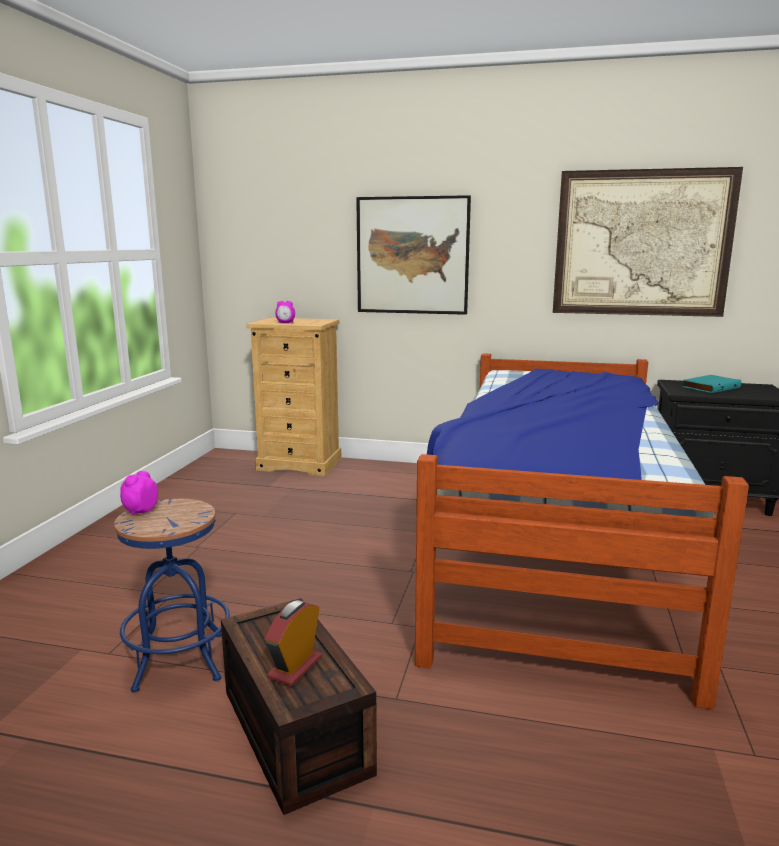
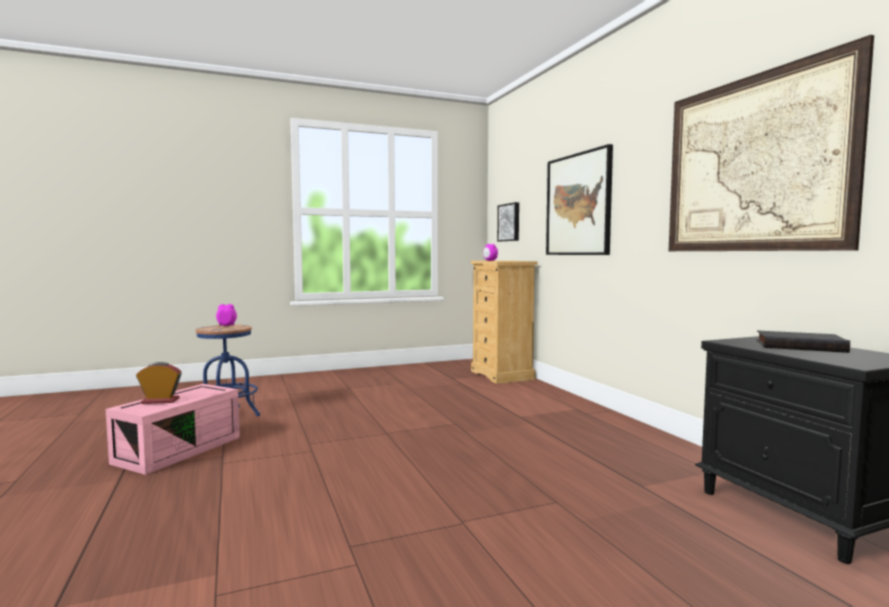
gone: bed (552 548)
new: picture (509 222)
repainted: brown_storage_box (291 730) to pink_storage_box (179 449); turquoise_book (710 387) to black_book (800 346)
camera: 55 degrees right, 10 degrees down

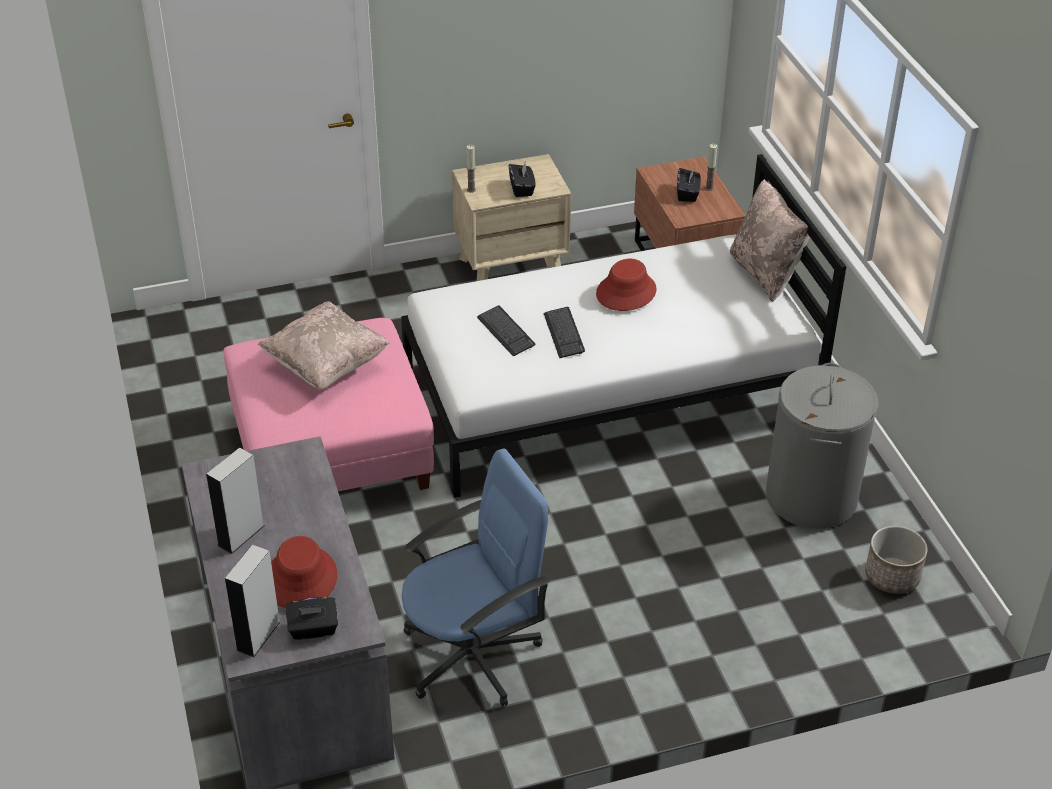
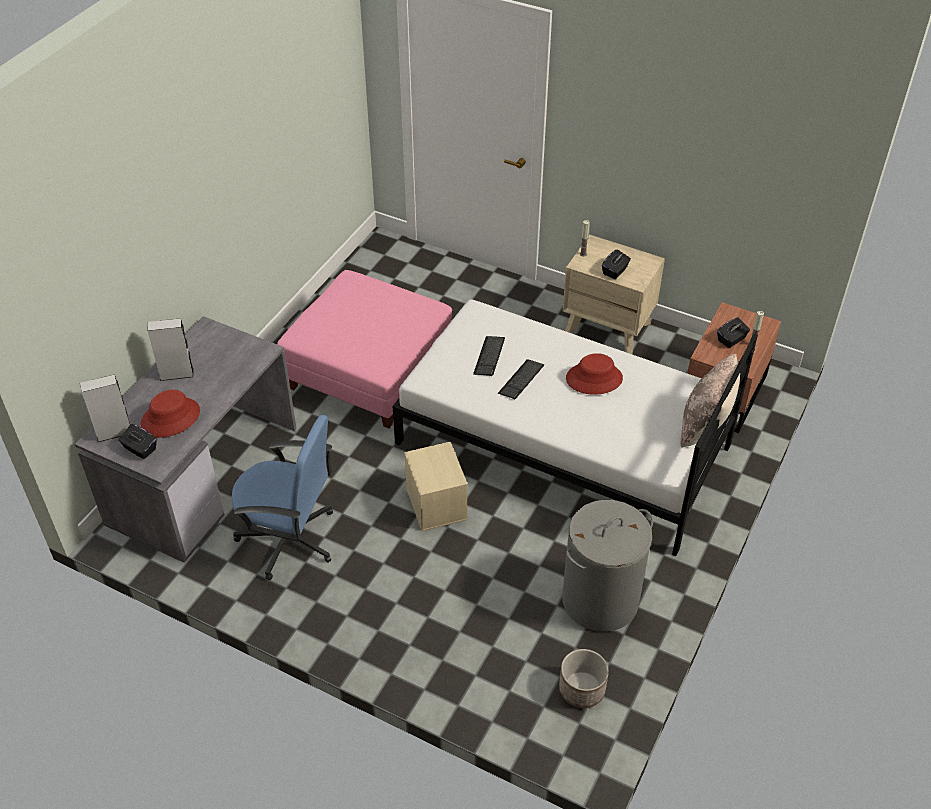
gone: beige_pillow (326 365)
new: beige_storage_box (435 503)
camera: 45 degrees right, 5 degrees up

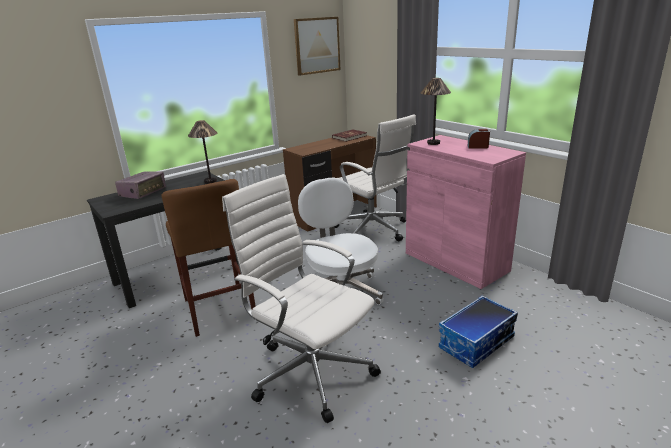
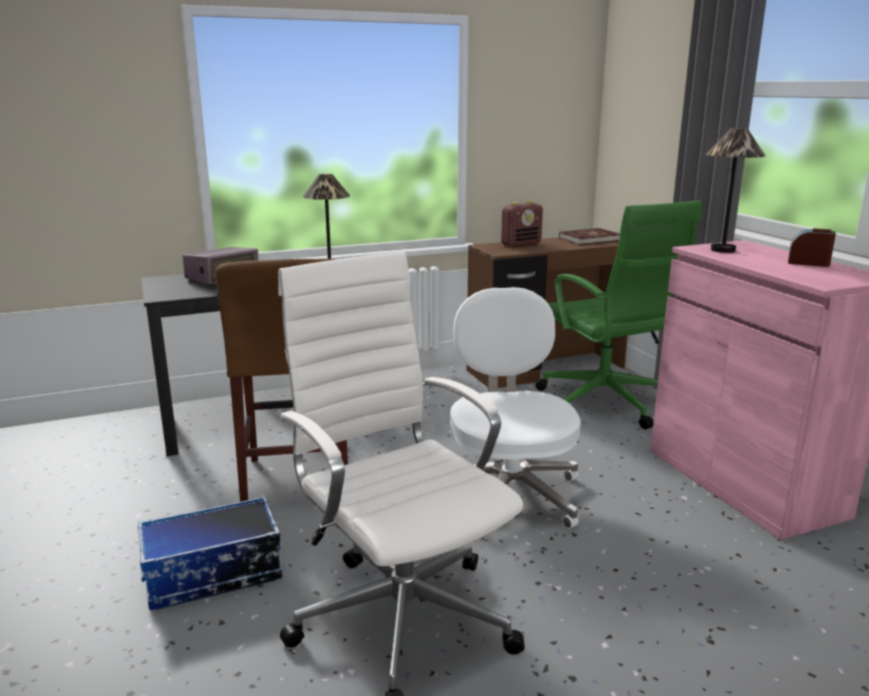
gone: picture (317 45)
new: radio (521 244)
shifted: storage_box (477 343) to (213 575)
repainted: white_office_chair (373 230) to green_office_chair (605 404)
camera: 15 degrees right, 5 degrees down

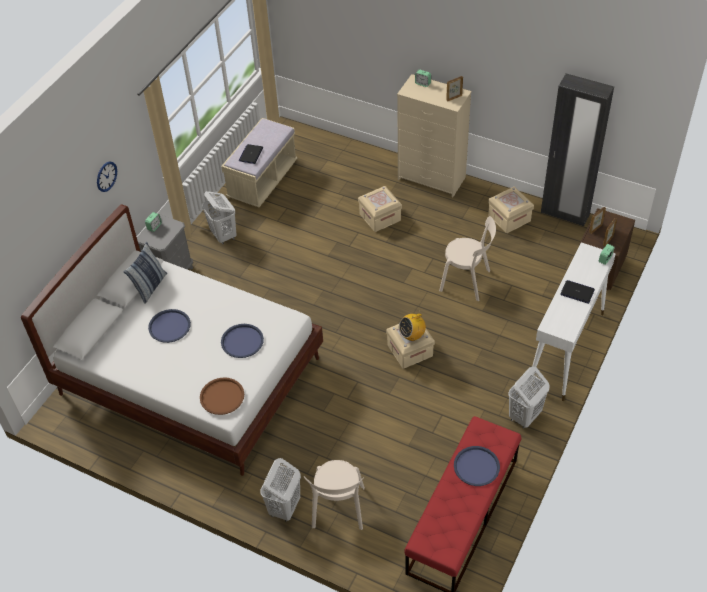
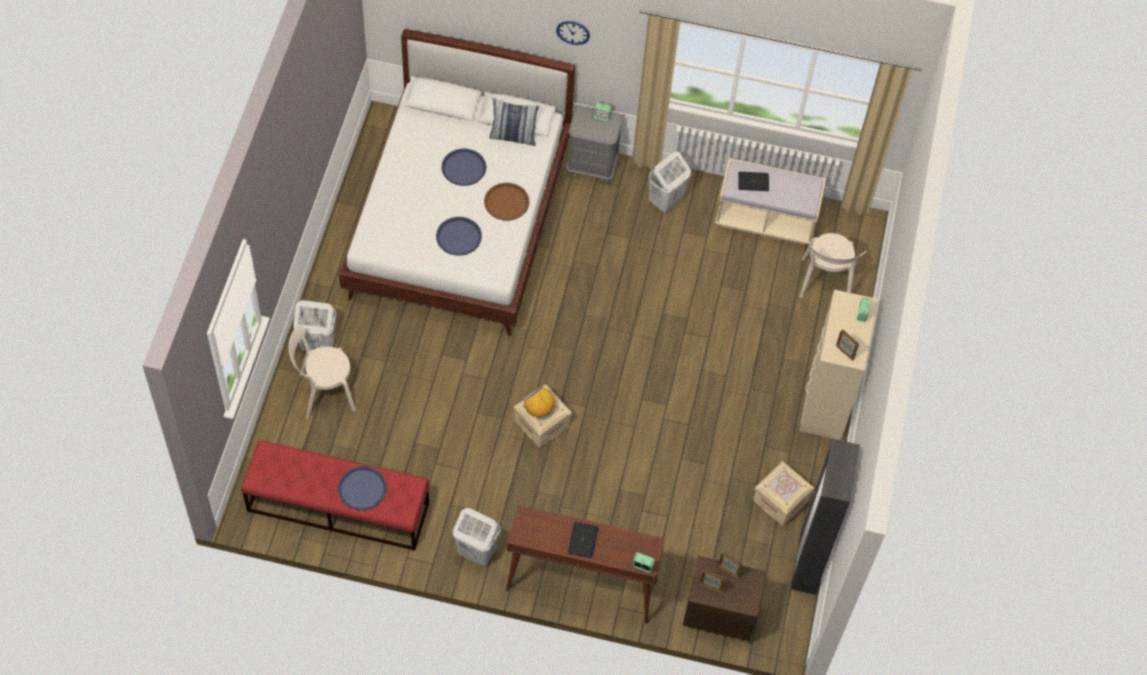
gone: beige_storage_box (380 217)
shifted: brown_tray (222 396) to (506 202); beige_chair (467 281) to (825 283)
repainted: white_console_table (565 350) to brown_console_table (580 586)
camera: 70 degrees right, 10 degrees up

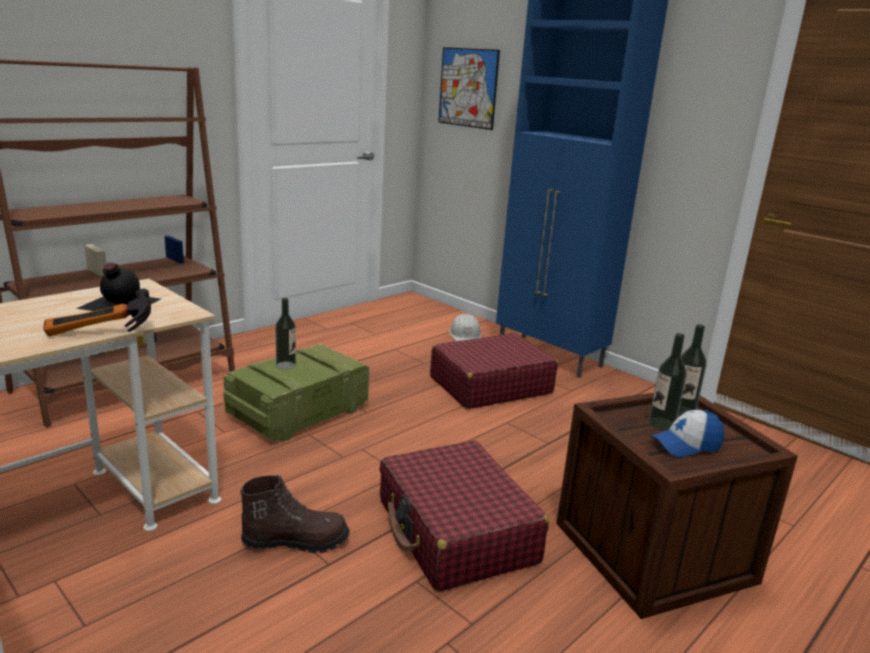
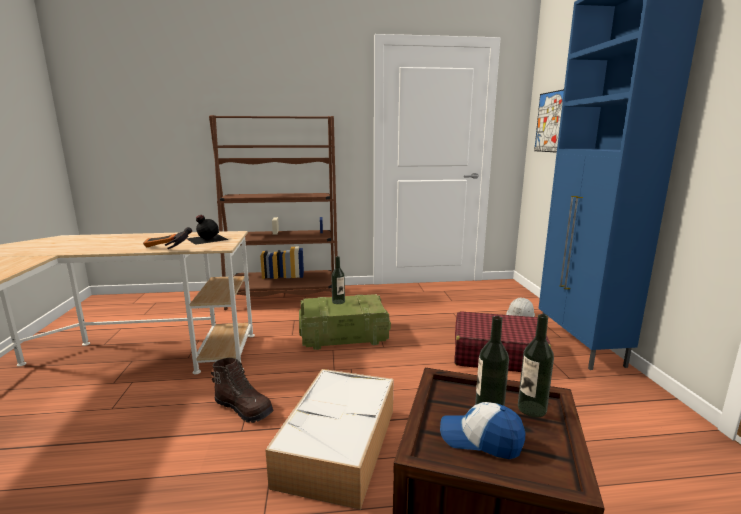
swapped: red_suitcase (456 532) to storage_box (338 447)
camera: 40 degrees right, 5 degrees down

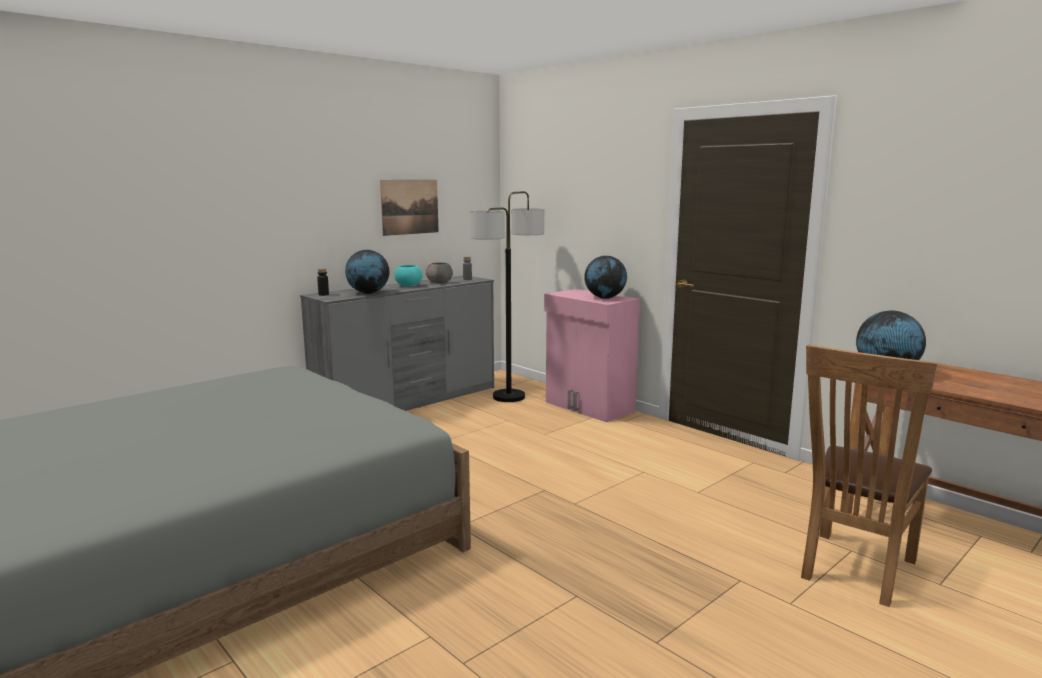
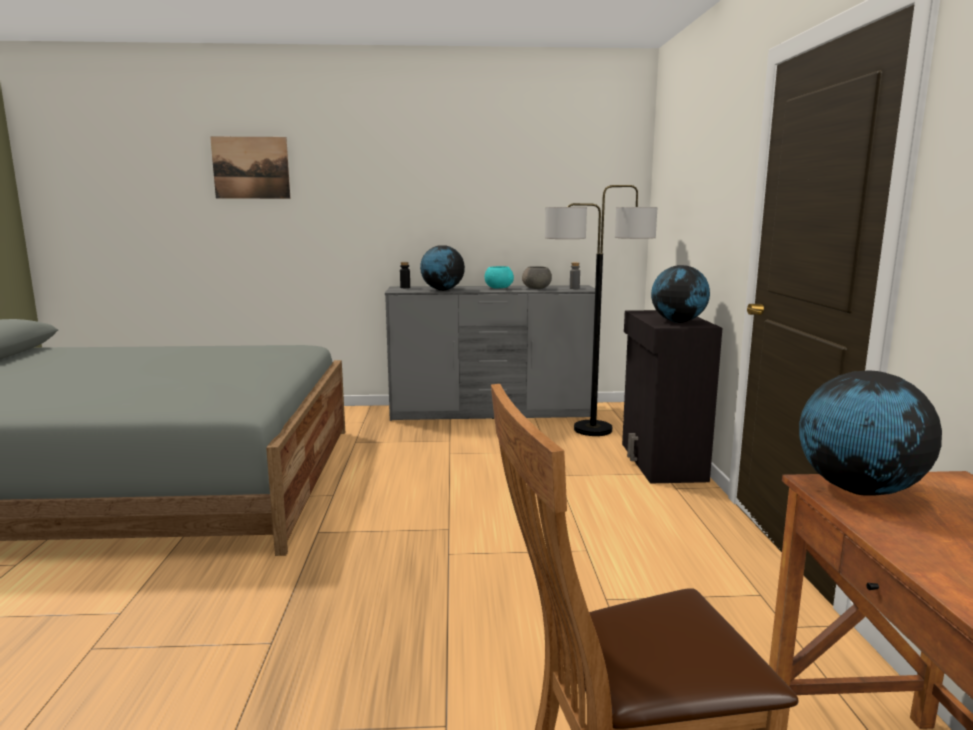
shifted: picture (410 207) to (251 168)
repainted: pink_cabinet (589 407) to black_cabinet (661 462)
camera: 40 degrees right, 0 degrees up

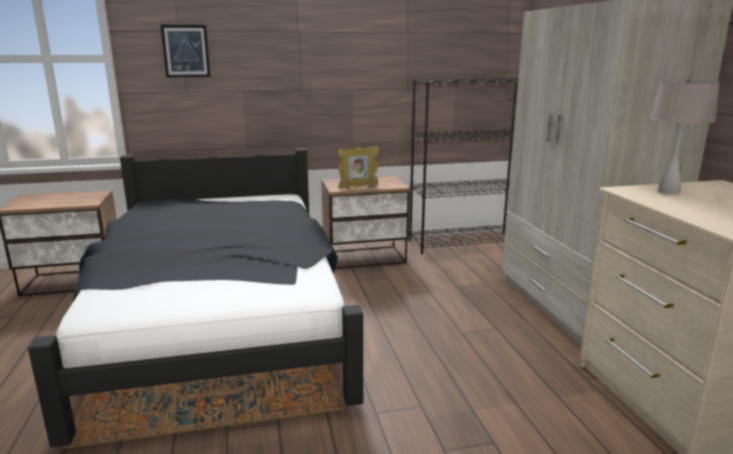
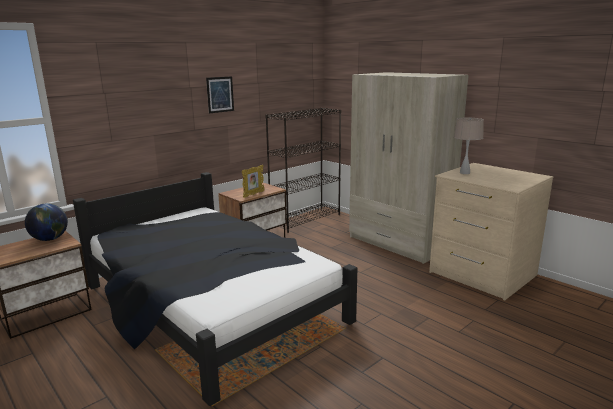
new: globe (50 239)
shifted: picture (186 51) to (220 94)
camera: 30 degrees left, 0 degrees up

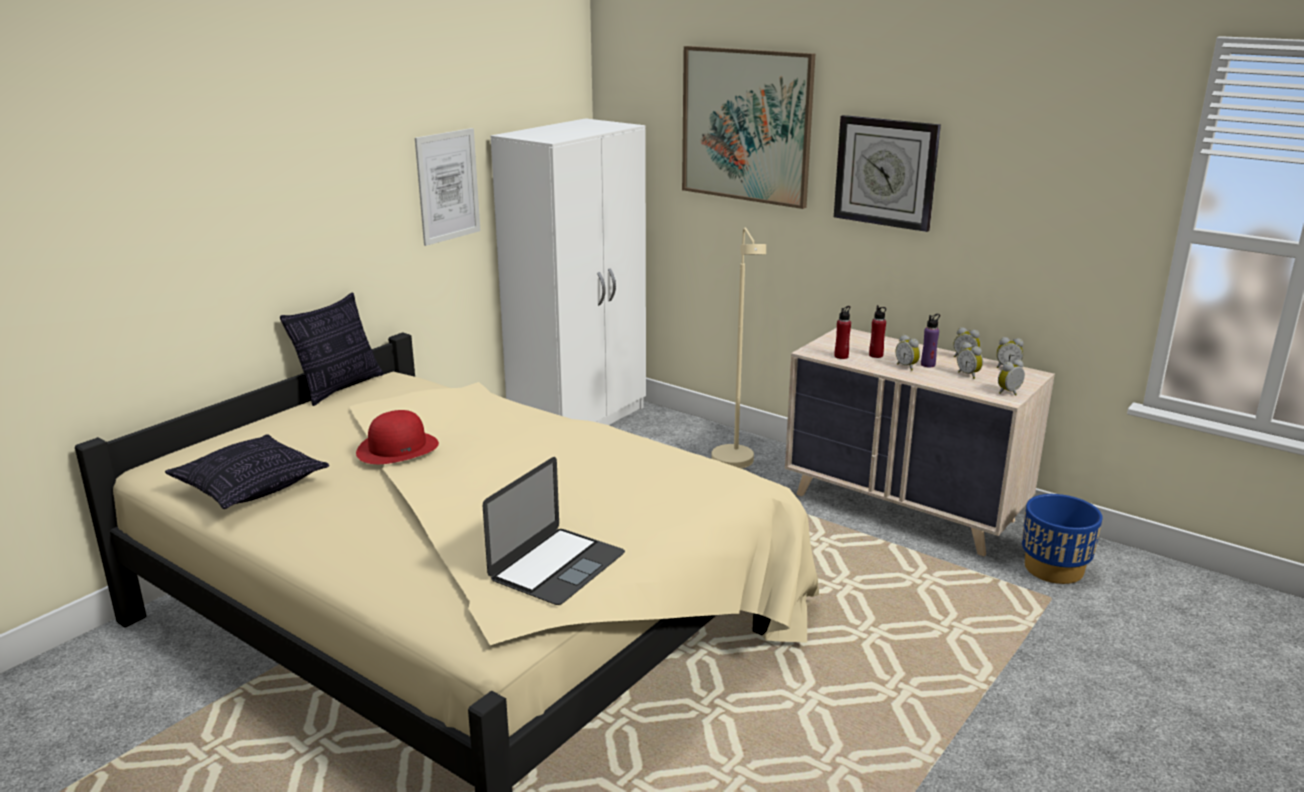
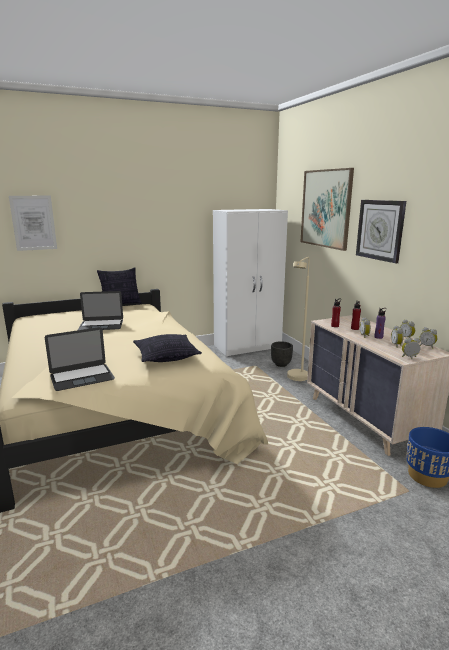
new: black_planter (281 364)
shifted: pillow (251 487) to (166 357); picture (448 186) to (33 223)
swapped: red_hat (398 448) to laptop (101 325)
camera: 30 degrees right, 5 degrees down

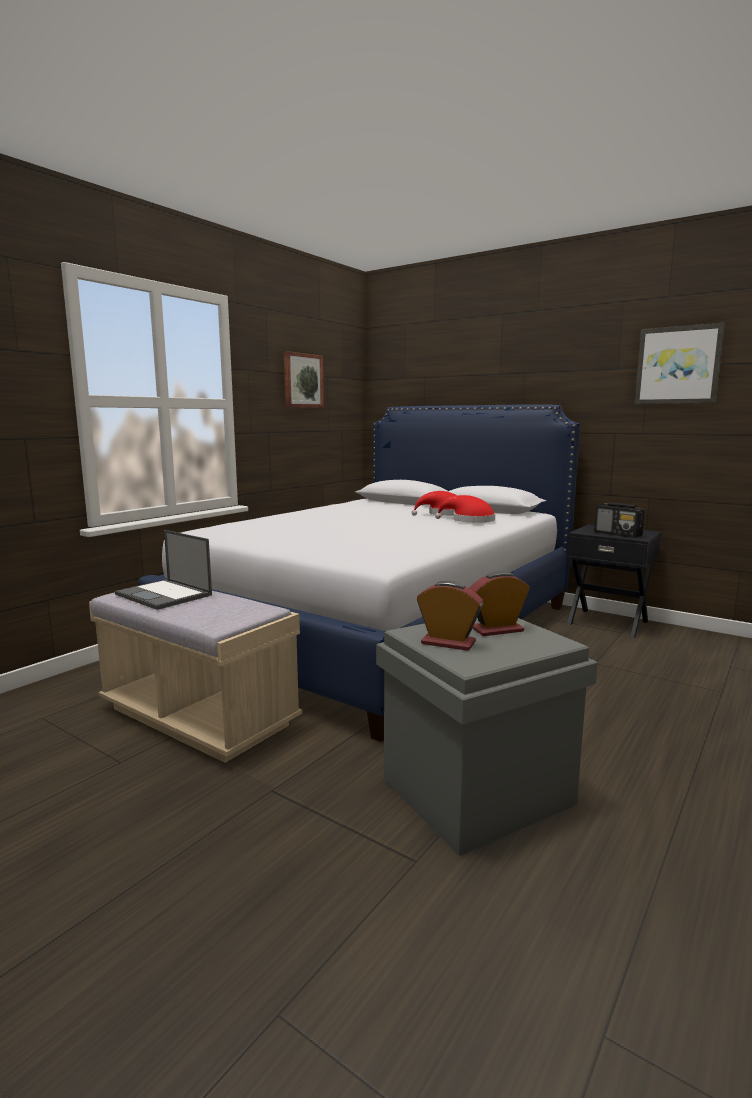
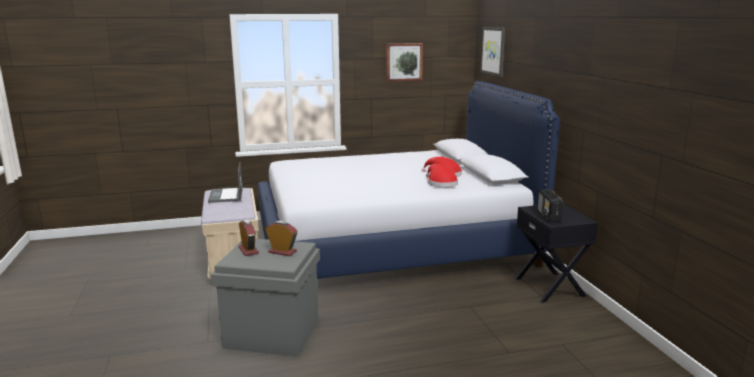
shifted: picture (678 365) to (493 51)
camera: 40 degrees right, 5 degrees up

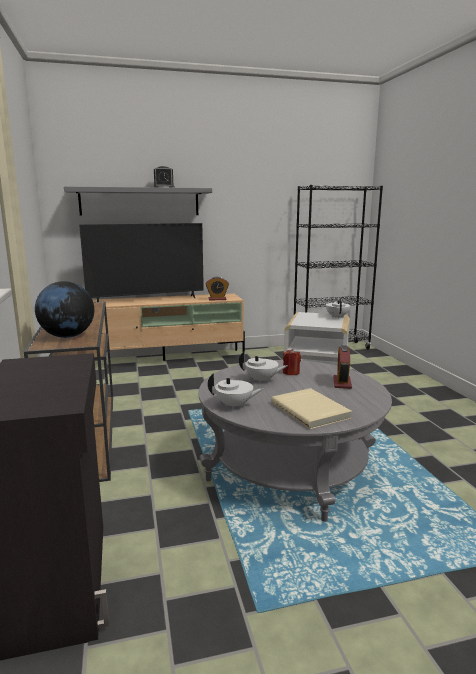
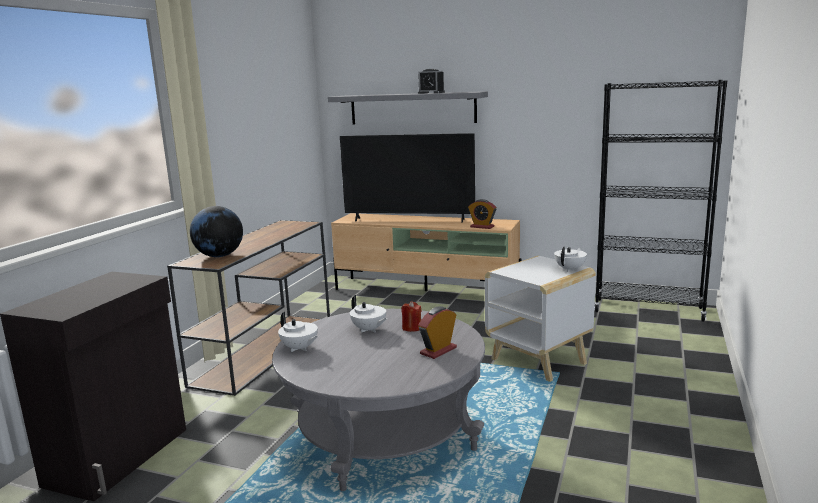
gone: beige_book (311 410)
camera: 35 degrees right, 0 degrees up

